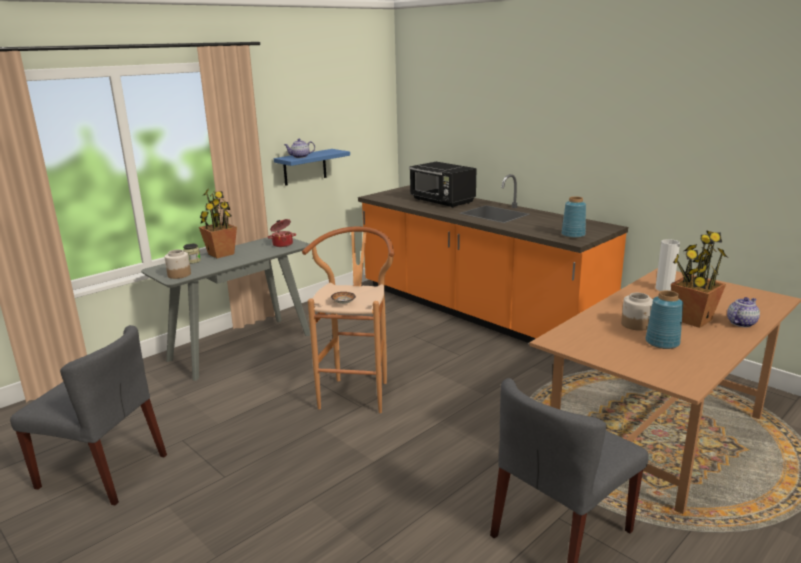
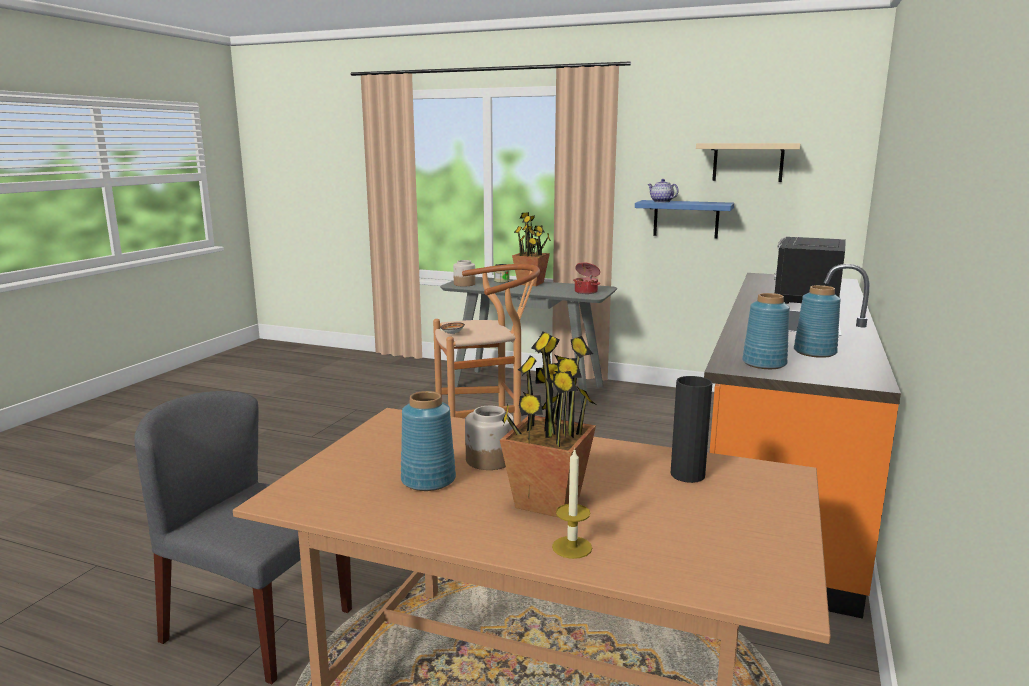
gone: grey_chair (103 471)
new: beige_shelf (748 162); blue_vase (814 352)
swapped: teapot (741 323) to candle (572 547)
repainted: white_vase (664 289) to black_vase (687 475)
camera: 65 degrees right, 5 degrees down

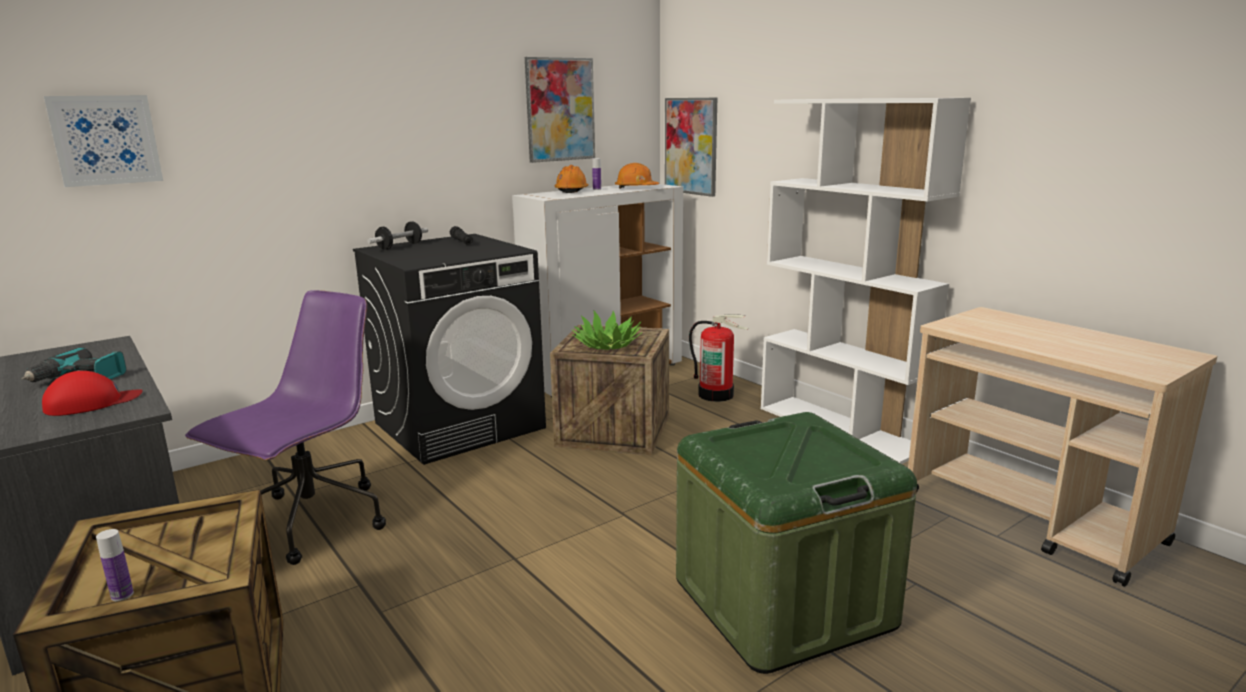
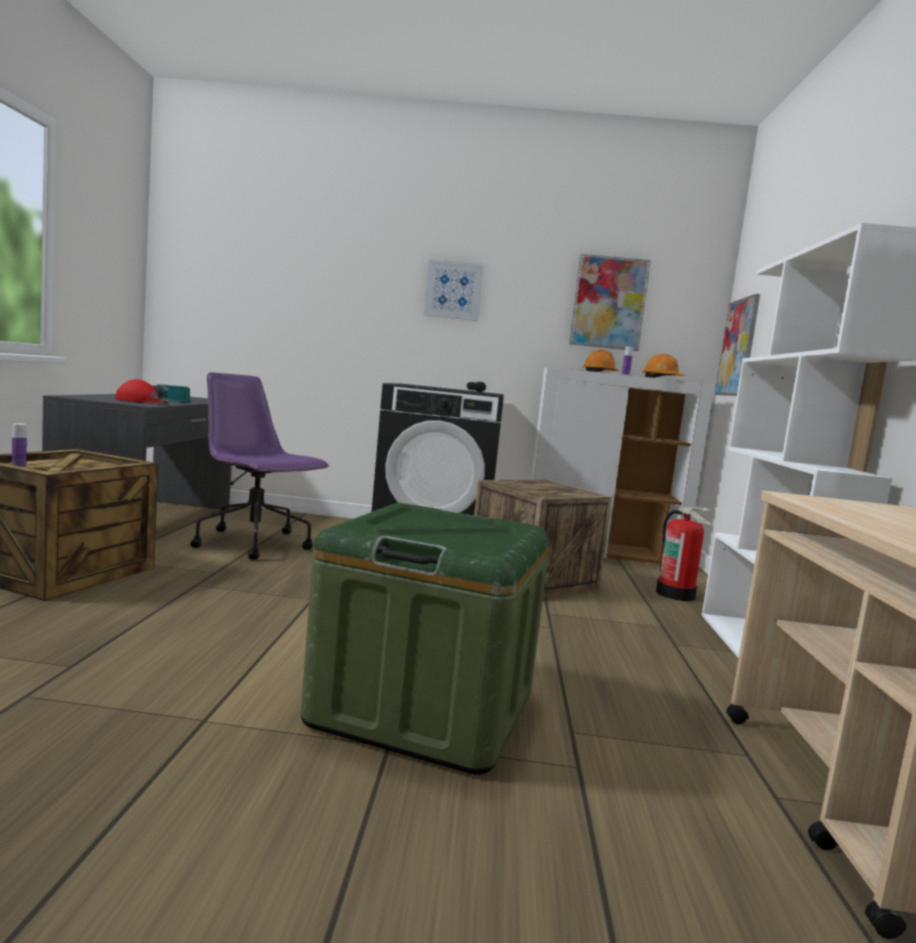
gone: dumbbell (399 246); potted_plant (607 345)
shifted: picture (105 140) to (453 290)
rotated: purple_office_chair (310 524) = (255 544) 120 degrees counterclockwise
camera: 40 degrees right, 10 degrees down

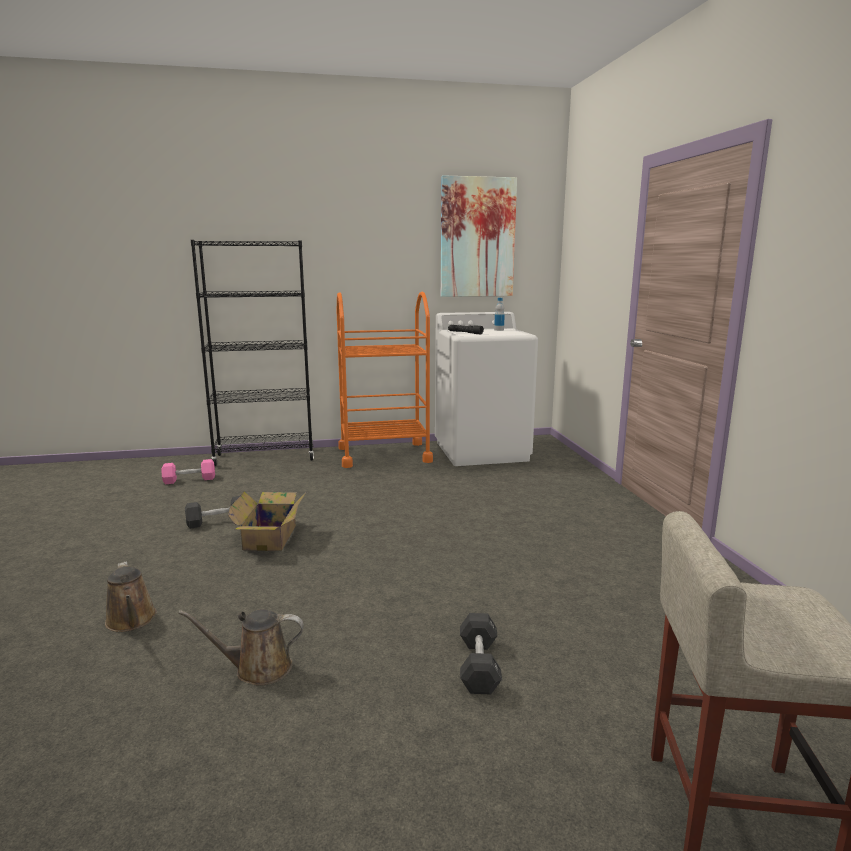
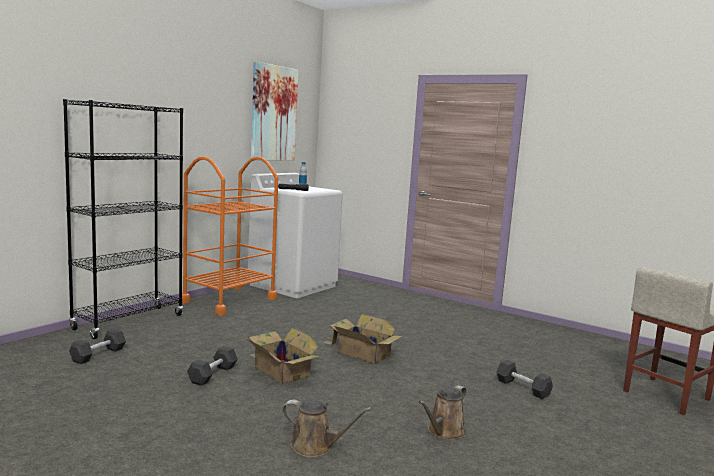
new: cardboard_box (362 353)
repainted: pink_dumbbell (189 480) to black_dumbbell (98 355)
camera: 45 degrees left, 5 degrees down

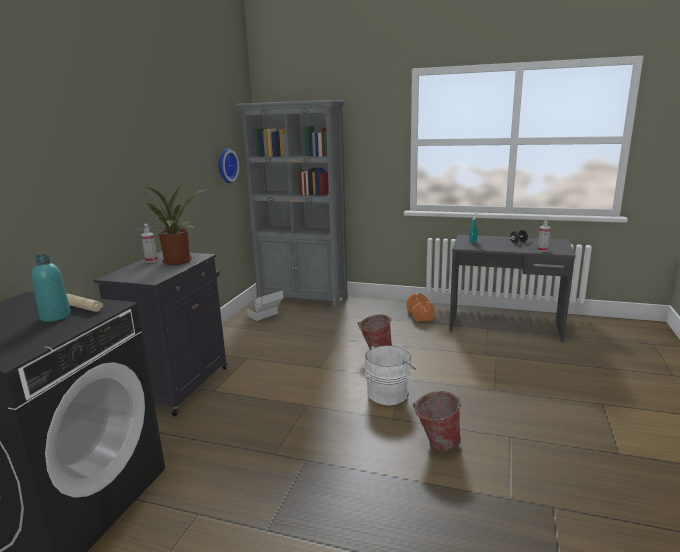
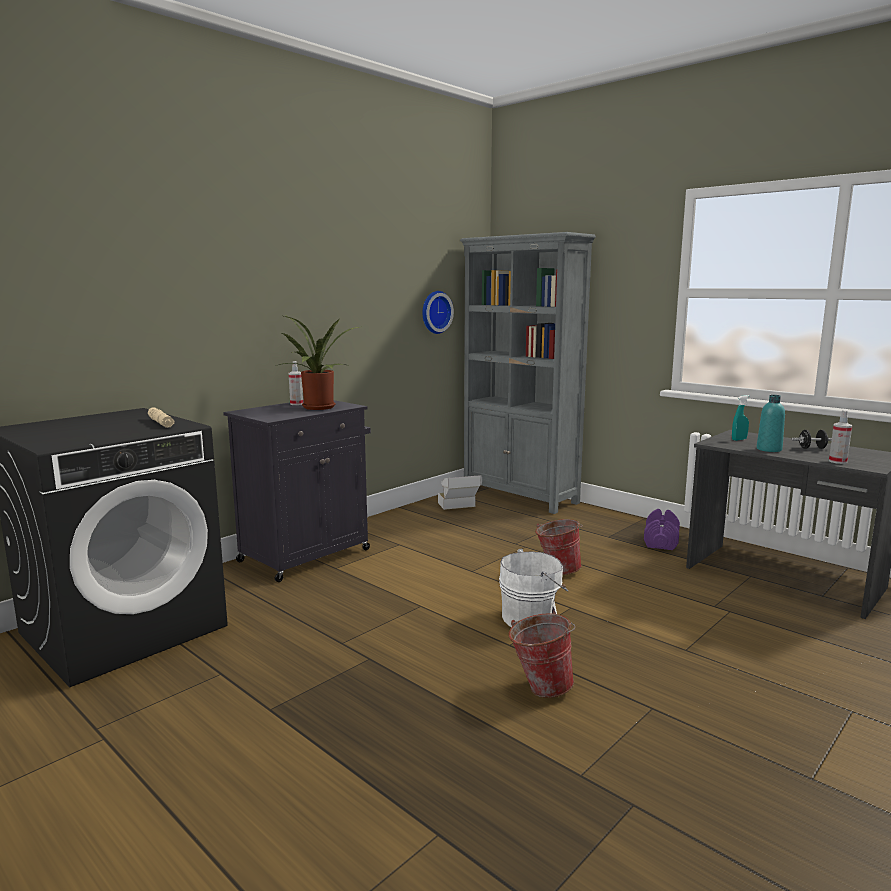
shifted: turquoise_bottle (55 316) to (769 449)
repainted: orange_dumbbell (420 315) to purple_dumbbell (661 541)
camera: 25 degrees right, 5 degrees down

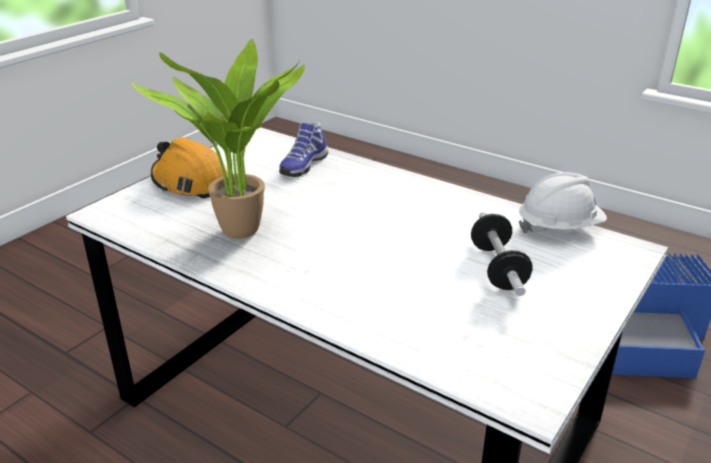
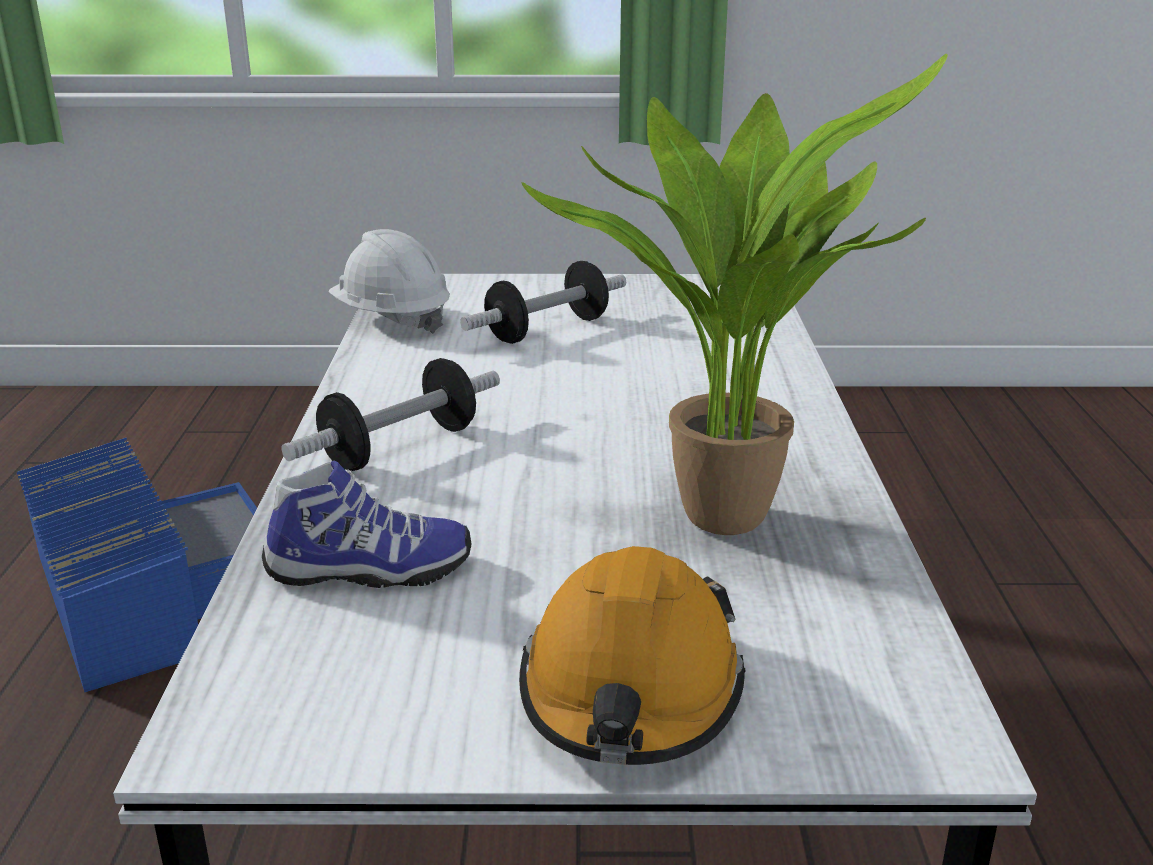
new: dumbbell (400 447)
camera: 125 degrees left, 5 degrees down

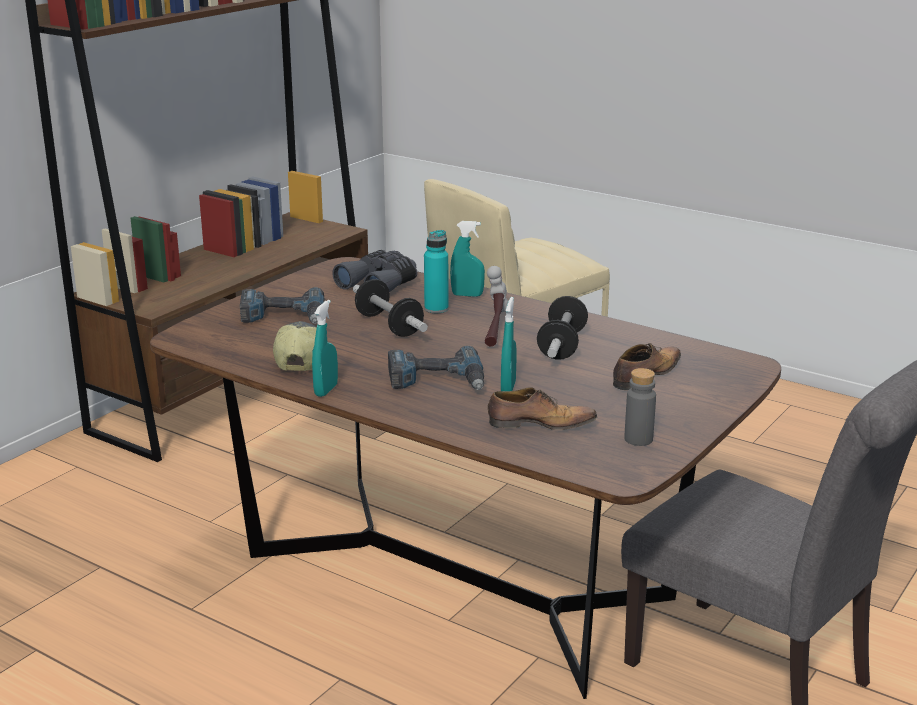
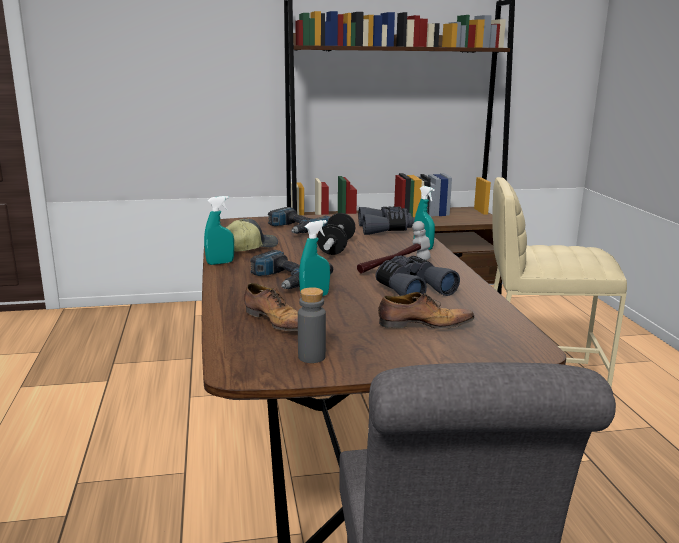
gone: turquoise_bottle (436 309)
swapped: dumbbell (562 345) to grey_binoculars (411 289)
camera: 45 degrees right, 5 degrees down

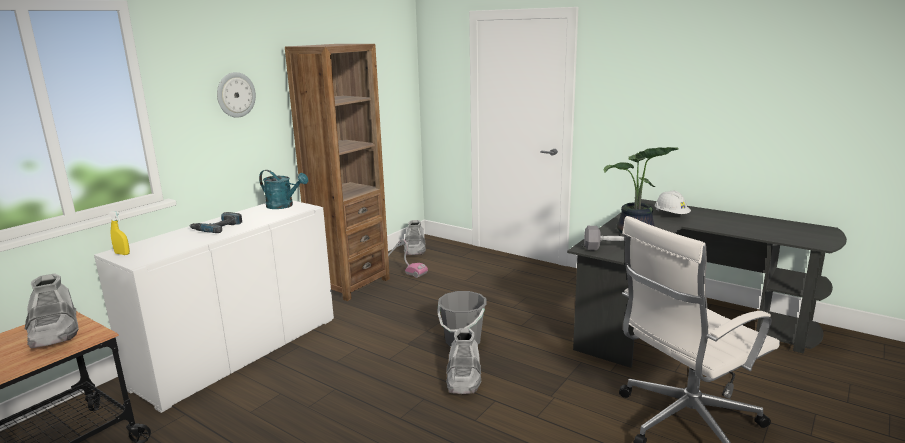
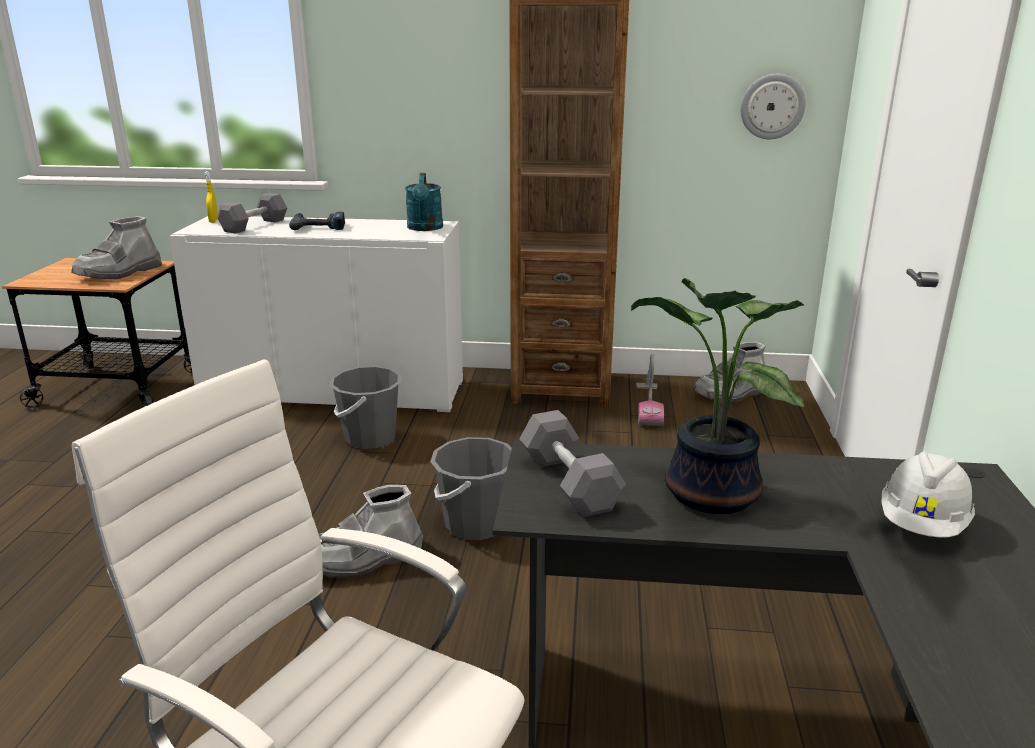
new: grey_dumbbell (254 225); grey_bucket (370 438)
shifted: wall_clock (235 95) to (772 106)
camera: 60 degrees right, 5 degrees up

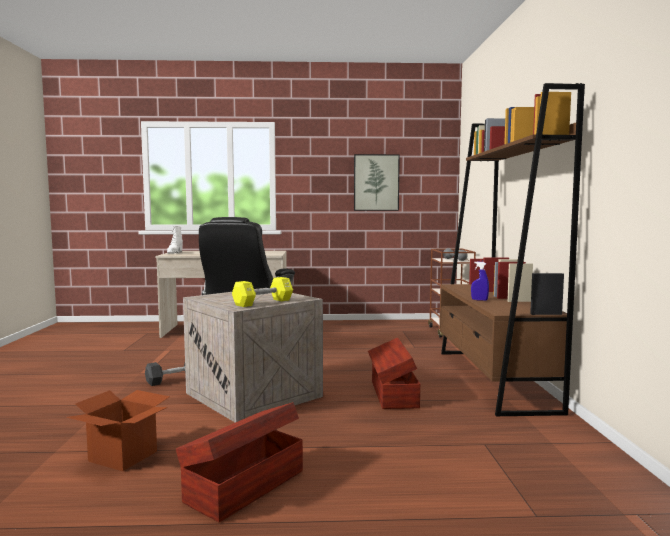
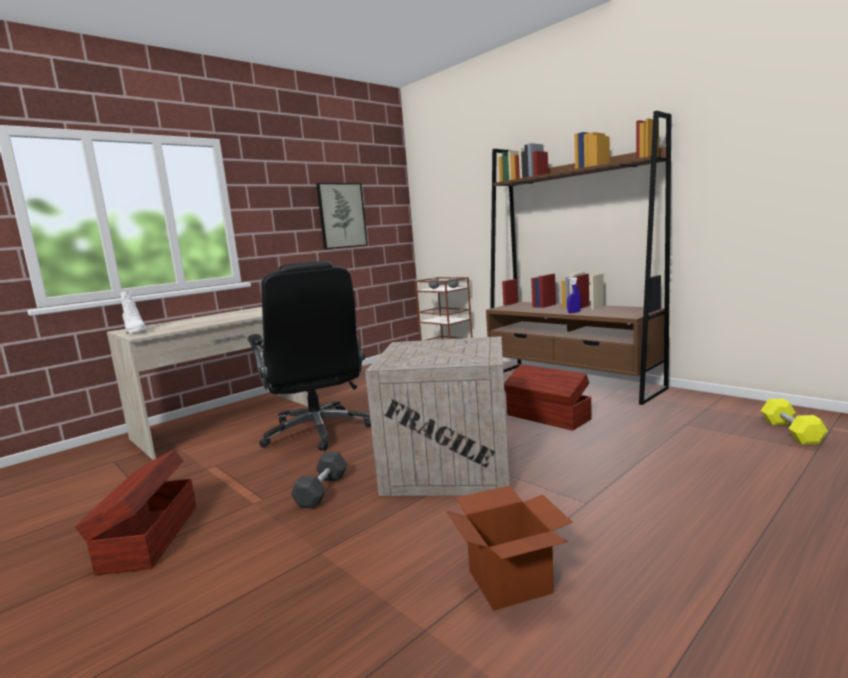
shifted: brown_storage_box (243 486) to (148 538); yellow_dumbbell (263 302) to (791 432)
camera: 40 degrees left, 5 degrees up

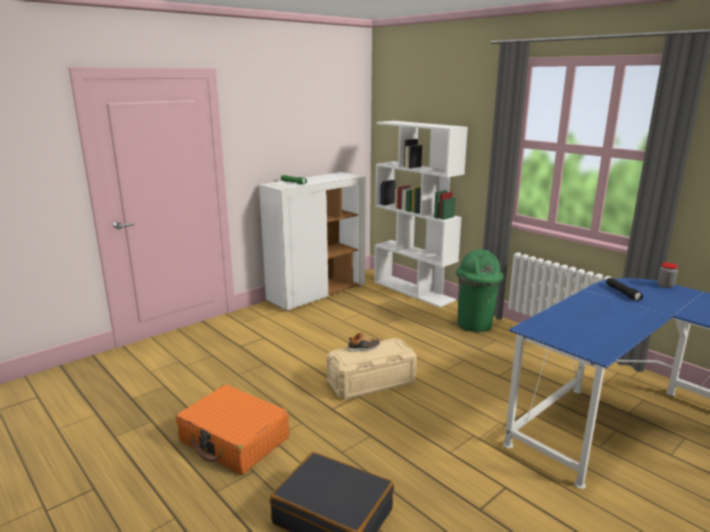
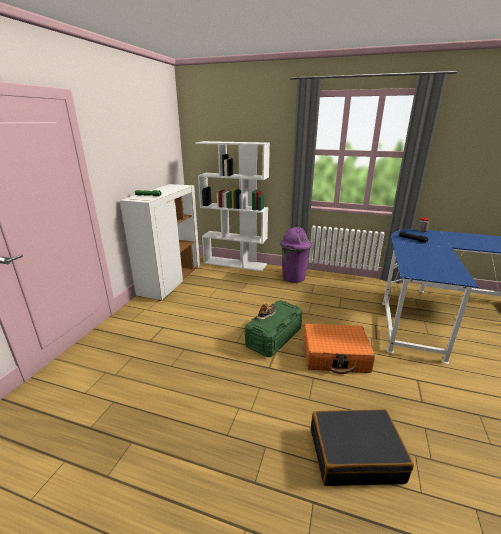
shifted: orange_suitcase (234 440) to (335 356)
repainted: beige_storage_box (371 382) to green_storage_box (273 337); green_trash_can (475 325) to purple_trash_can (293 277)
camera: 30 degrees left, 5 degrees up

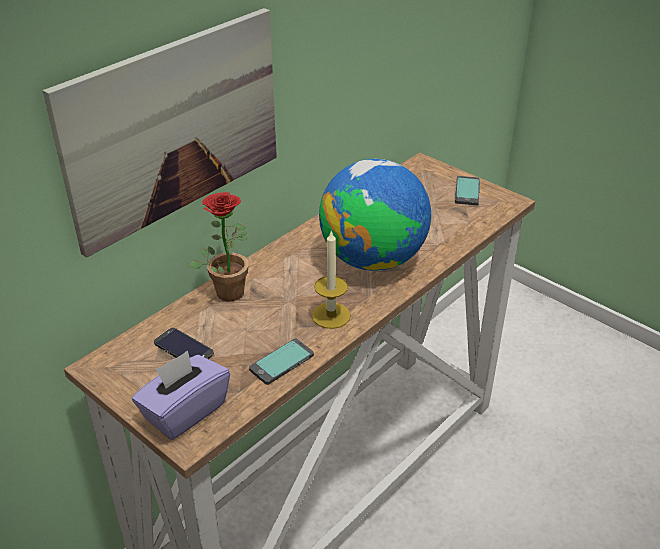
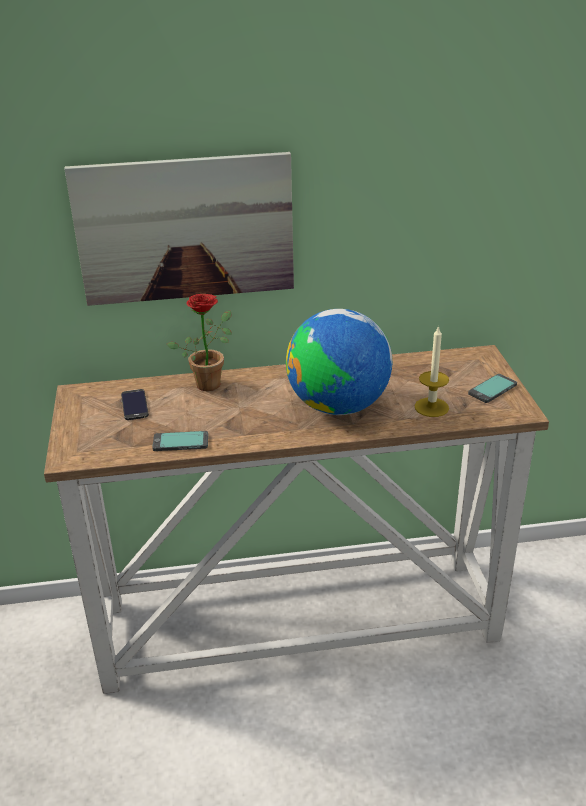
gone: purple_tissue_box (184 411)
shifted: candle (331 315) to (431 407)
camera: 40 degrees right, 5 degrees down

